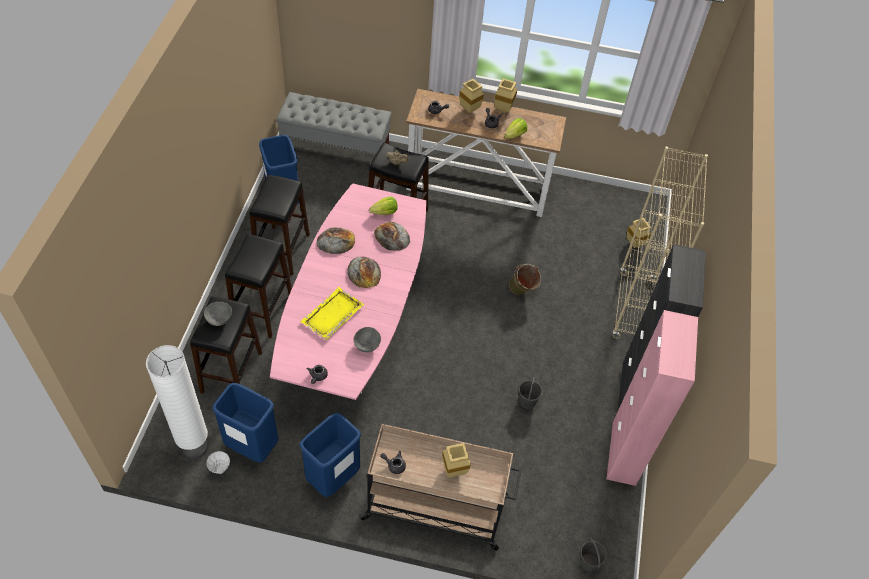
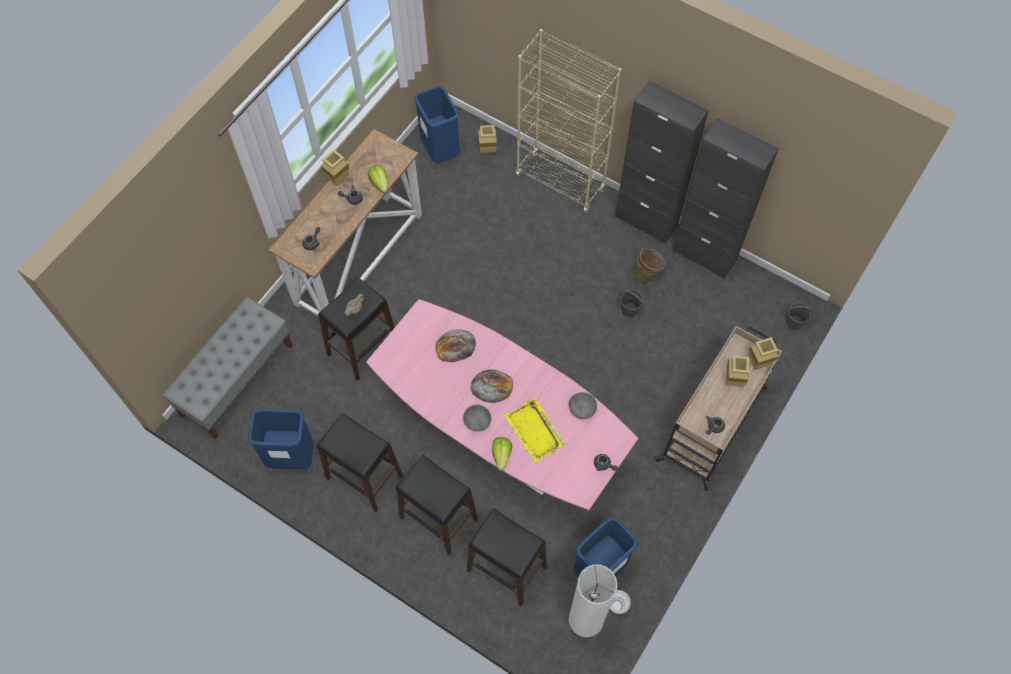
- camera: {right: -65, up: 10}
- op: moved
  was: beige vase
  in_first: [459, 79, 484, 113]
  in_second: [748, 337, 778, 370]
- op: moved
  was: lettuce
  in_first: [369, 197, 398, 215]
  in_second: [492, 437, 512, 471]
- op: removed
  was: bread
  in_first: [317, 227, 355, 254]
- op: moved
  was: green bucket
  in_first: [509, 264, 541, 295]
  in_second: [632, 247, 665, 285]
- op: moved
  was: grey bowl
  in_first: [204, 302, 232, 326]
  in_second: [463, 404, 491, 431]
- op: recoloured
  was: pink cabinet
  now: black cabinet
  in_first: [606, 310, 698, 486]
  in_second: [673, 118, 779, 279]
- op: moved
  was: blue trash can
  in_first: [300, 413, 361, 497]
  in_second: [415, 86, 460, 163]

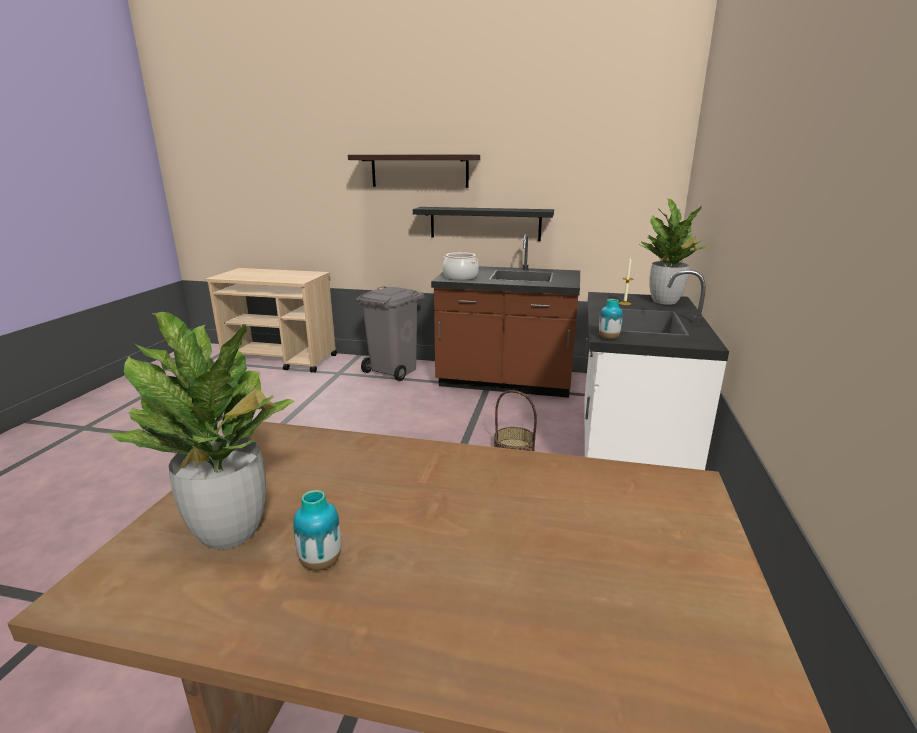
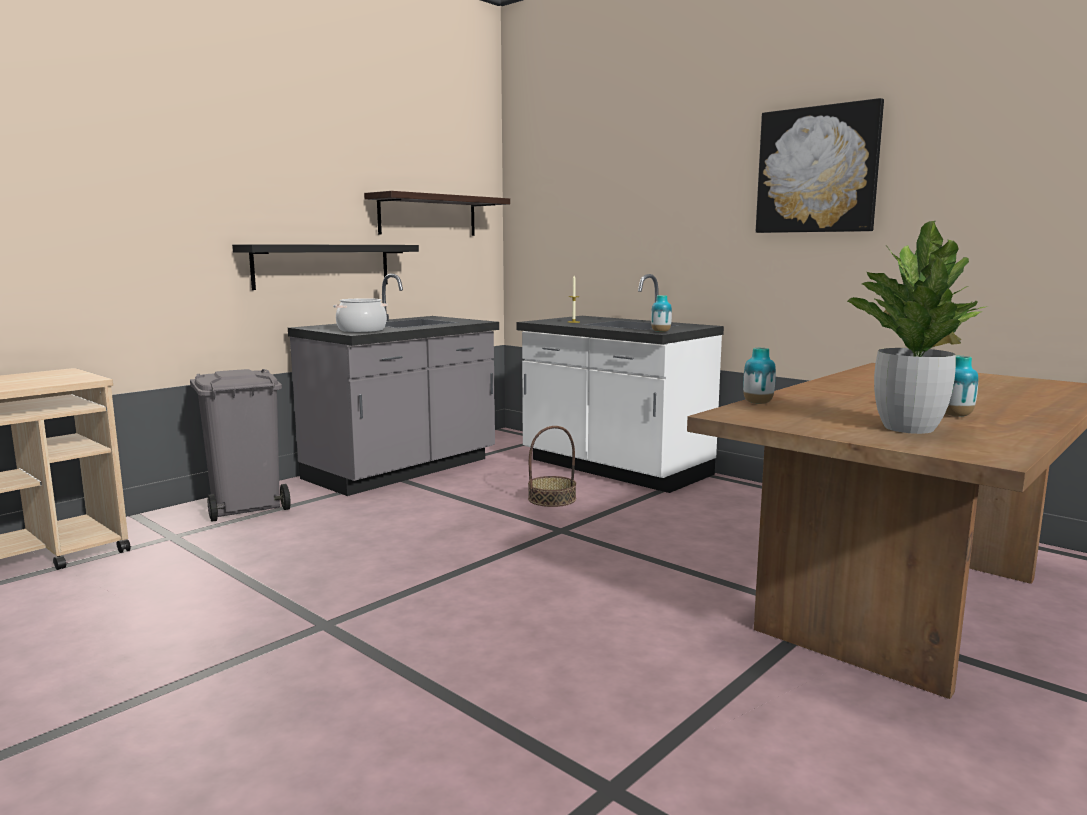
- camera: {right: -60, up: -10}
- op: moved
  was: shelf
  in_first: [348, 155, 480, 188]
  in_second: [364, 191, 510, 236]
- op: removed
  was: potted plant
  in_first: [638, 199, 709, 305]
- op: recoloured
  was: brown counter
  now: grey counter
  in_first: [431, 234, 580, 398]
  in_second: [288, 274, 499, 496]
- op: added
  now: picture
  in_second: [756, 98, 884, 233]
- op: added
  now: vase
  in_second: [743, 348, 776, 404]

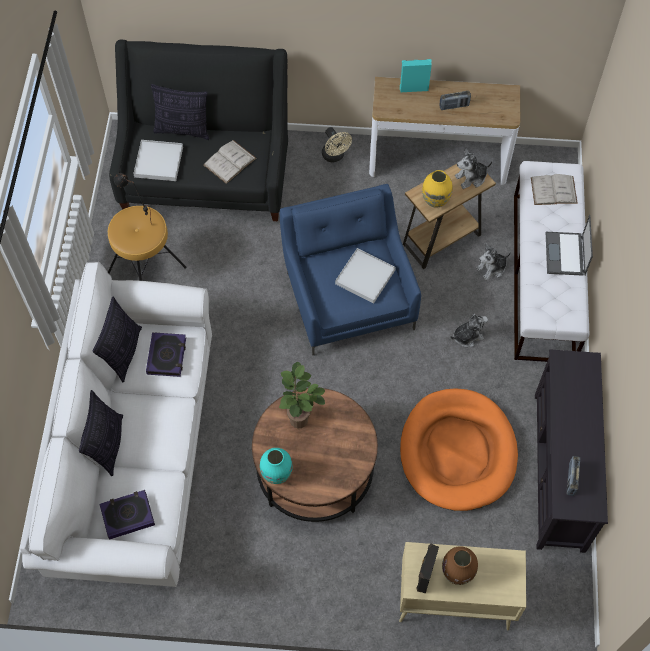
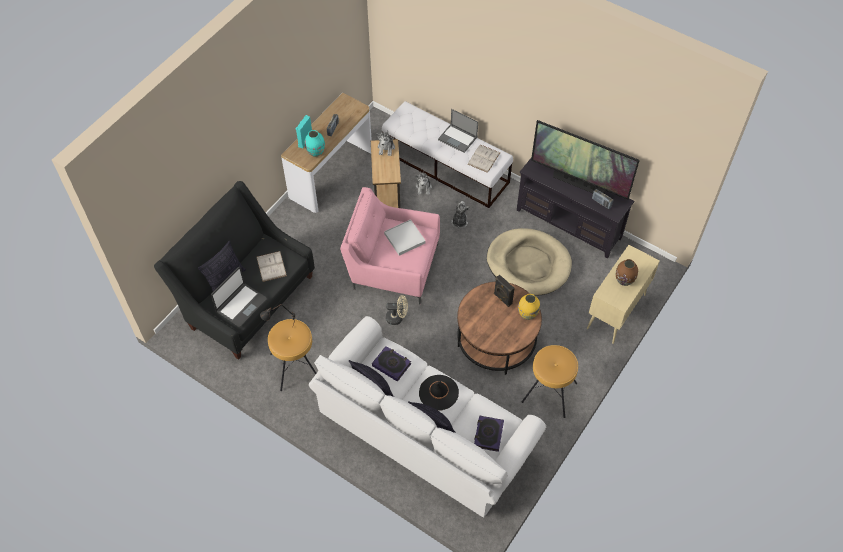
- camera: {right: -60, up: -5}
- op: moved
  was: beige fan
  in_first: [322, 127, 352, 162]
  in_second: [386, 295, 408, 325]
- op: replaced
  was: white tray
  now: laptop
  in_first: [133, 140, 183, 181]
  in_second: [211, 267, 267, 327]
- op: moved
  was: yellow vase
  in_first: [422, 170, 452, 208]
  in_second: [518, 294, 540, 320]
- op: moved
  was: white book
  in_first: [531, 174, 578, 205]
  in_second: [467, 145, 500, 173]
- op: recoloured
  was: blue armchair
  now: pink armchair
  in_first: [280, 184, 421, 355]
  in_second: [340, 187, 440, 304]
- op: removed
  was: potted plant
  in_first: [279, 362, 325, 428]
- op: recoloured
  was: orange dog bed
  now: beige dog bed
  in_first: [400, 388, 518, 511]
  in_second: [487, 228, 572, 296]
- op: moved
  was: turquoise vase
  in_first: [260, 448, 293, 484]
  in_second: [305, 130, 325, 157]
- op: moved
  was: black speaker
  in_first: [416, 544, 439, 594]
  in_second: [494, 275, 515, 307]
- op: added
  now: television
  in_second: [531, 120, 640, 199]
- op: added
  now: brown stool
  in_second: [522, 345, 578, 418]
- op: added
  now: black hat
  in_second: [419, 375, 459, 410]

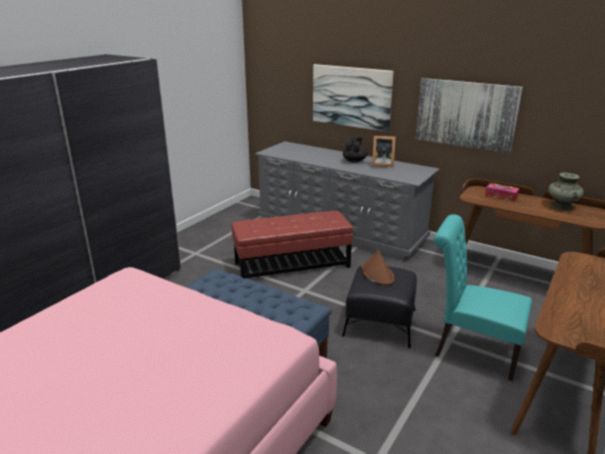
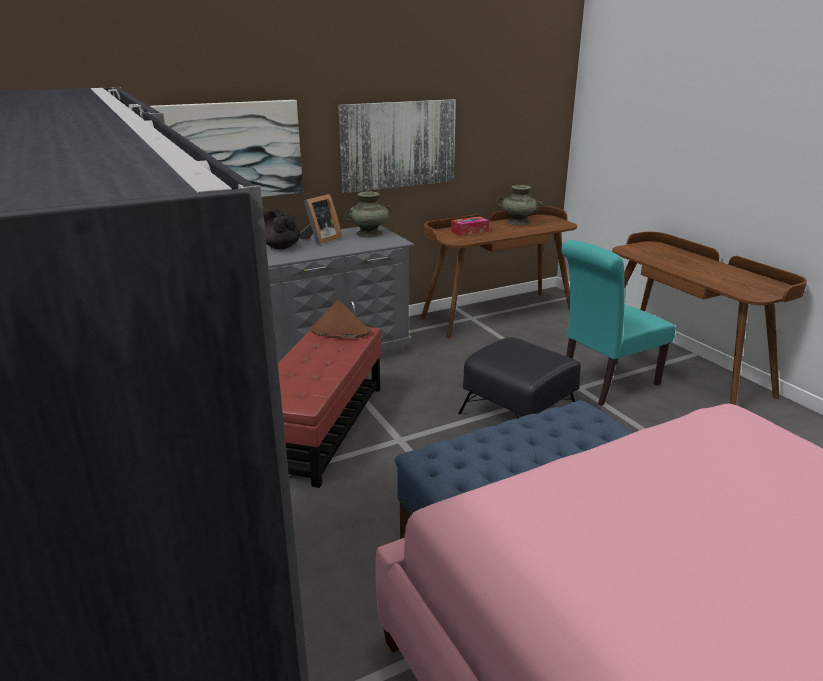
- camera: {right: -60, up: 0}
- op: moved
  was: brown hat
  in_first: [361, 250, 394, 286]
  in_second: [311, 299, 371, 339]
- op: added
  now: turquoise vase
  in_second: [345, 191, 391, 237]

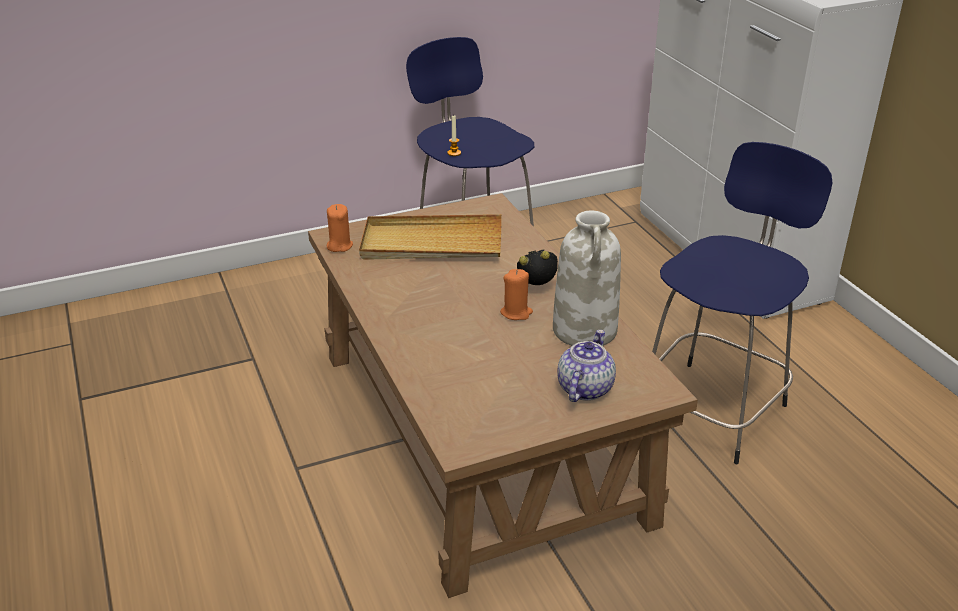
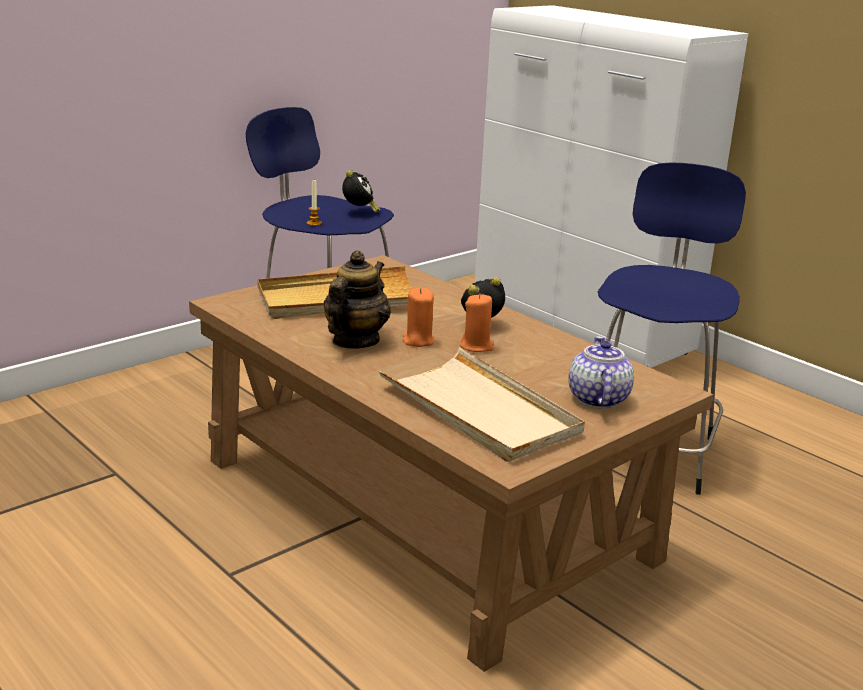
- camera: {right: -20, up: -10}
- op: moved
  was: orange candle
  in_first: [327, 204, 353, 252]
  in_second: [403, 287, 434, 347]
- op: removed
  was: white vase
  in_first: [553, 211, 621, 346]
- op: added
  now: alarm clock
  in_second: [342, 170, 380, 213]
- op: added
  now: teapot
  in_second: [323, 250, 391, 348]
- op: added
  now: beige tray
  in_second: [379, 347, 585, 462]

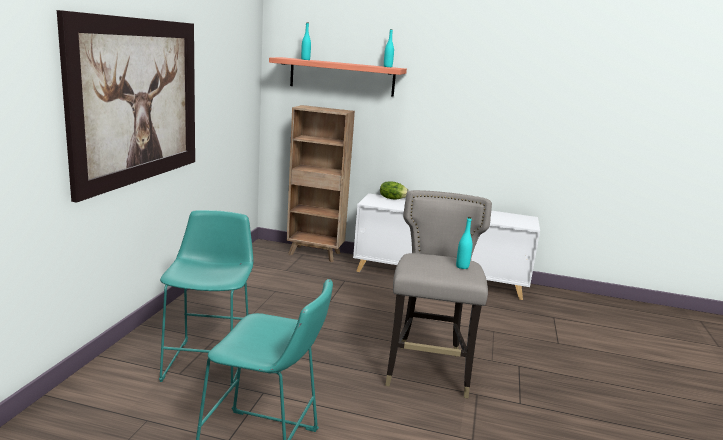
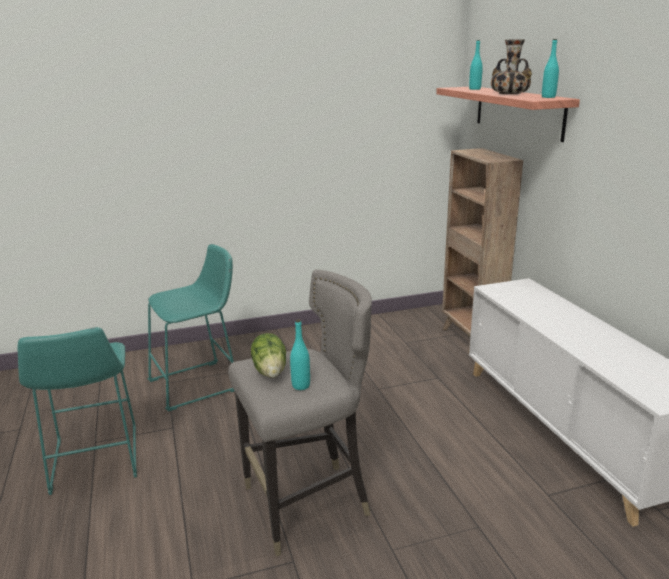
- camera: {right: 60, up: 5}
- op: removed
  was: picture
  in_first: [57, 10, 195, 202]
- op: moved
  was: lettuce
  in_first: [380, 182, 409, 199]
  in_second: [251, 333, 286, 378]
- op: added
  now: vase
  in_second: [491, 39, 532, 94]

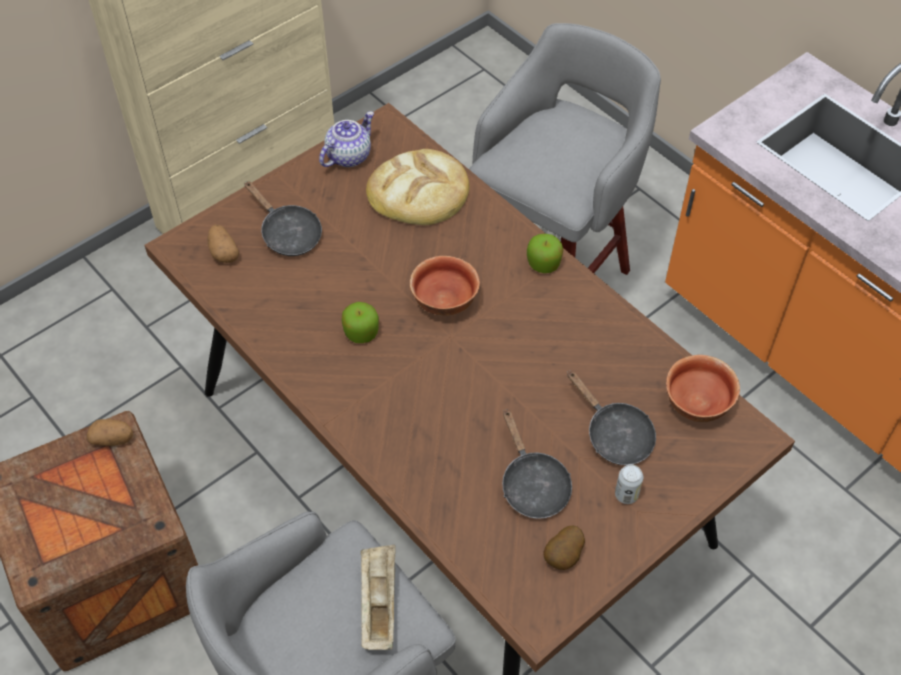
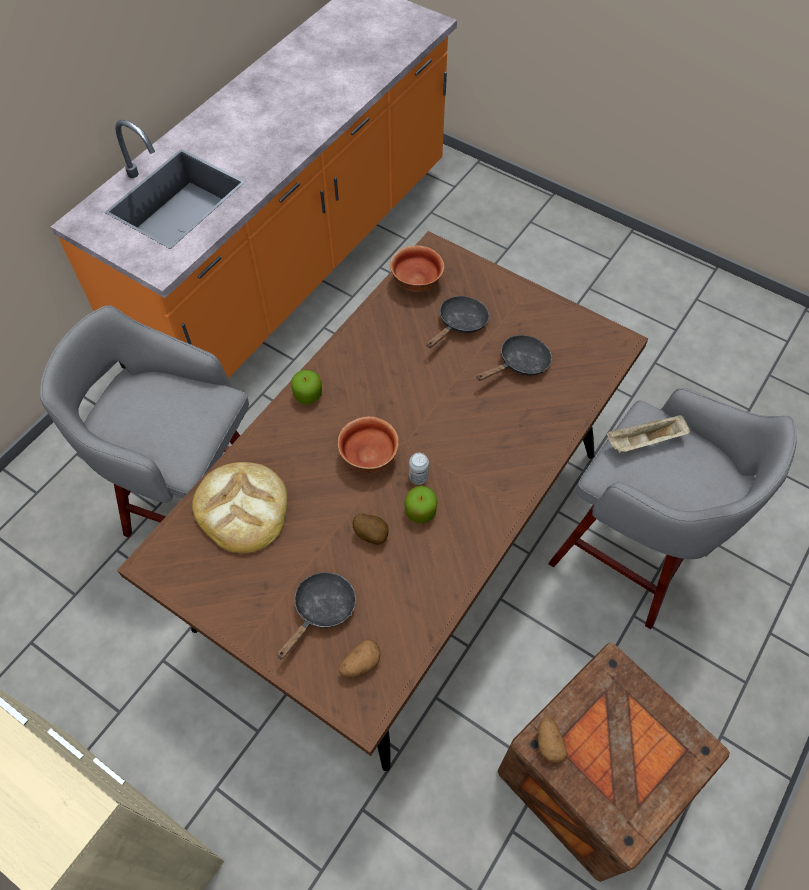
- camera: {right: -105, up: 5}
- op: removed
  was: teapot
  in_first: [319, 112, 374, 167]
- op: moved
  was: can
  in_first: [615, 464, 643, 504]
  in_second: [409, 453, 429, 484]
- op: moved
  was: potato
  in_first: [544, 526, 585, 570]
  in_second: [353, 513, 389, 545]

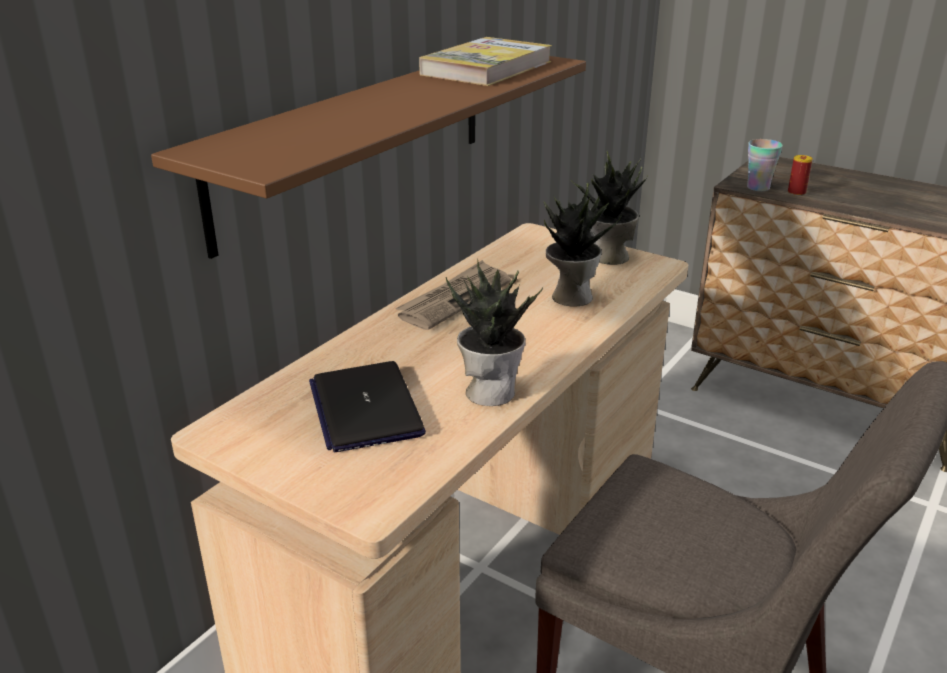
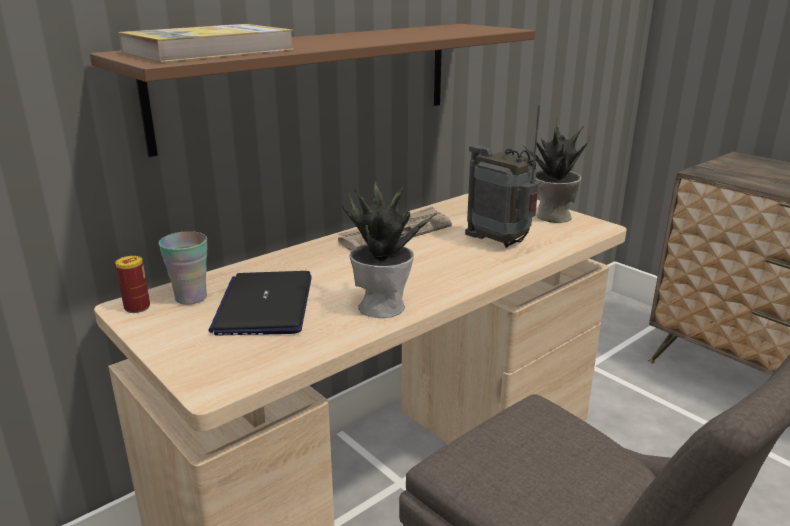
- camera: {right: 15, up: -5}
- op: moved
  was: book
  in_first: [419, 37, 552, 86]
  in_second: [118, 24, 294, 63]
- op: moved
  was: cup
  in_first: [747, 139, 783, 191]
  in_second: [159, 231, 207, 305]
- op: moved
  was: can
  in_first: [788, 155, 813, 196]
  in_second: [115, 256, 150, 313]
- op: replaced
  was: potted plant
  now: radio
  in_first: [544, 182, 622, 307]
  in_second: [465, 105, 540, 248]

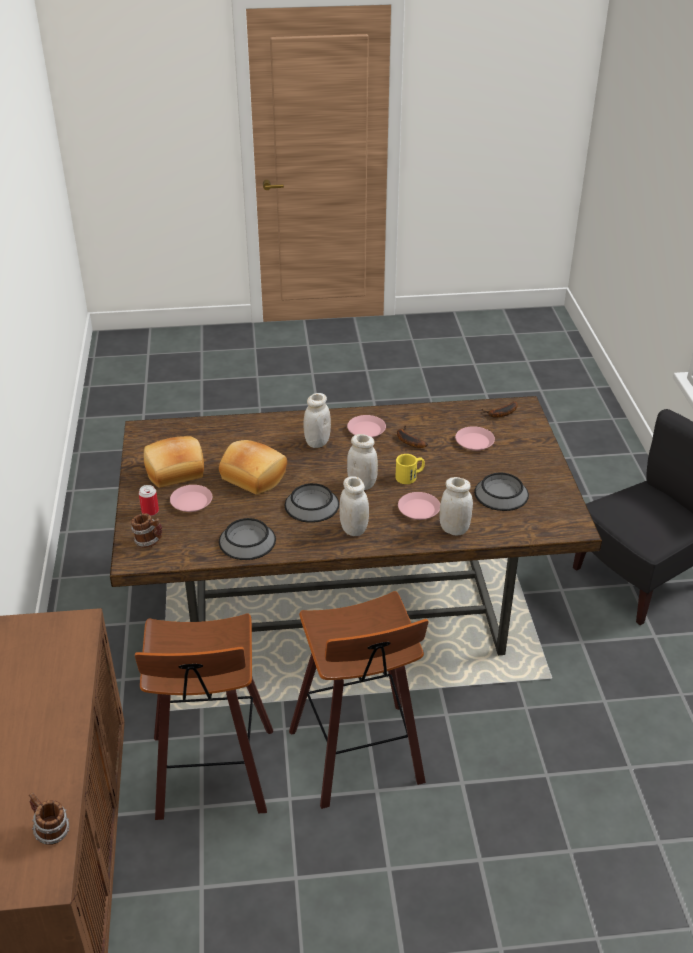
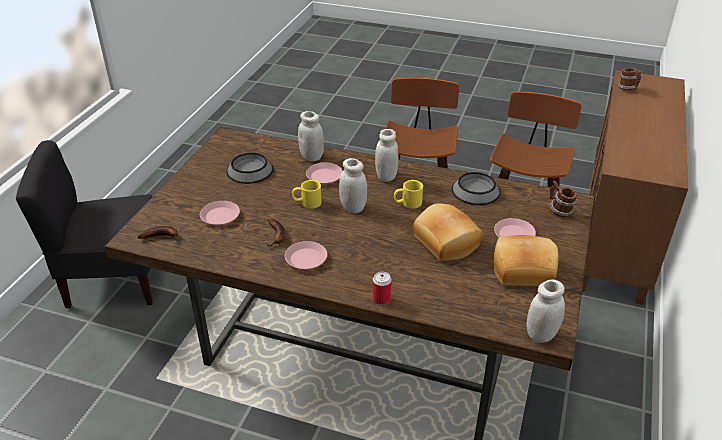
- camera: {right: -155, up: 0}
- op: moved
  was: white jar
  in_first: [303, 393, 331, 448]
  in_second: [527, 279, 565, 343]
- op: replaced
  was: bowl
  now: yellow mug
  in_first: [284, 483, 339, 523]
  in_second: [394, 180, 423, 209]
- op: moved
  was: can
  in_first: [139, 485, 159, 516]
  in_second: [373, 272, 392, 305]

